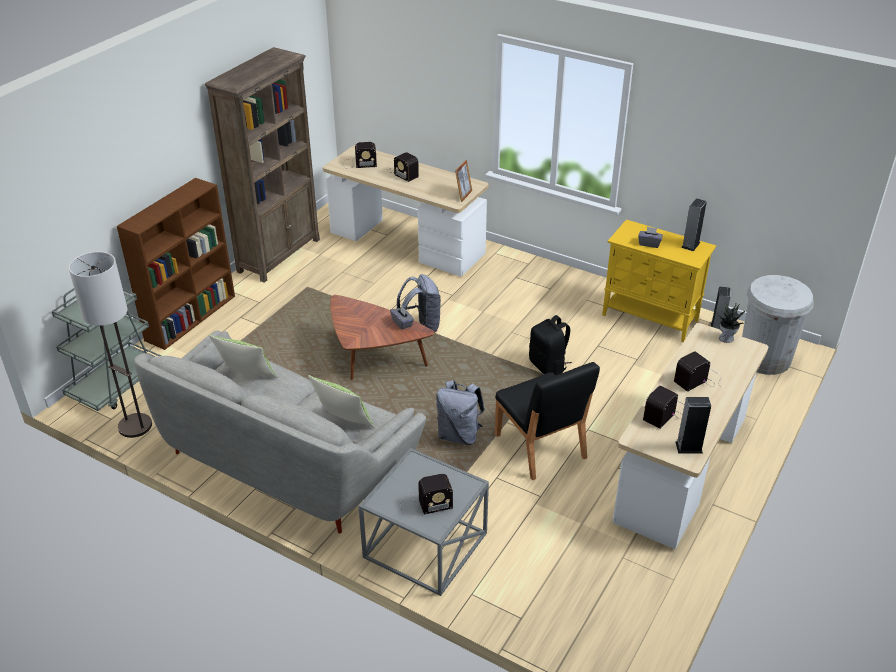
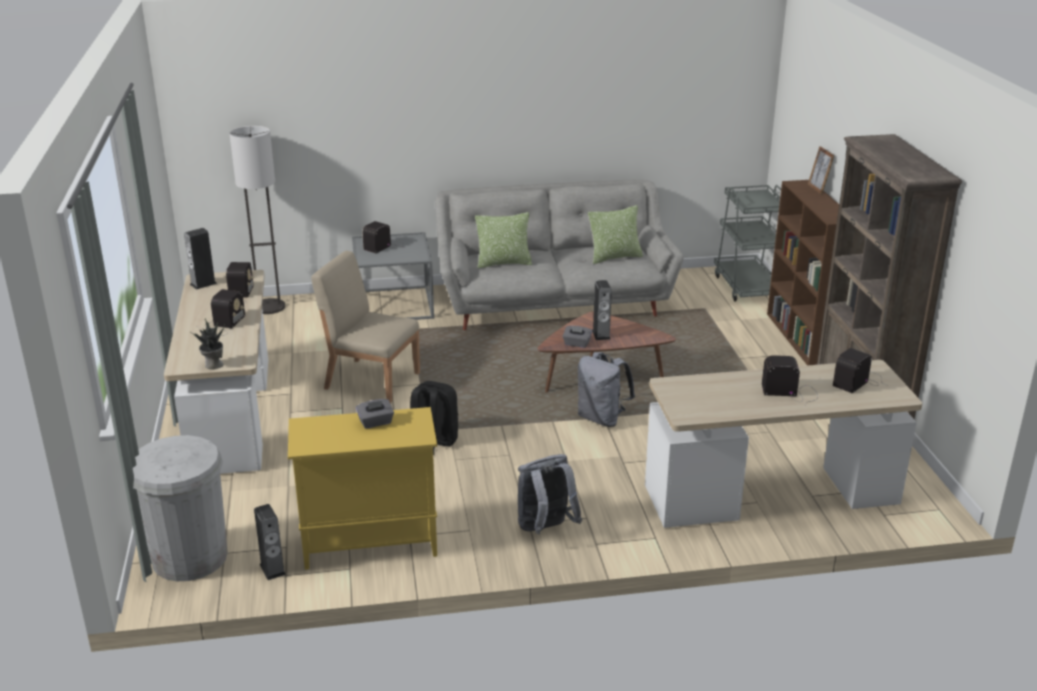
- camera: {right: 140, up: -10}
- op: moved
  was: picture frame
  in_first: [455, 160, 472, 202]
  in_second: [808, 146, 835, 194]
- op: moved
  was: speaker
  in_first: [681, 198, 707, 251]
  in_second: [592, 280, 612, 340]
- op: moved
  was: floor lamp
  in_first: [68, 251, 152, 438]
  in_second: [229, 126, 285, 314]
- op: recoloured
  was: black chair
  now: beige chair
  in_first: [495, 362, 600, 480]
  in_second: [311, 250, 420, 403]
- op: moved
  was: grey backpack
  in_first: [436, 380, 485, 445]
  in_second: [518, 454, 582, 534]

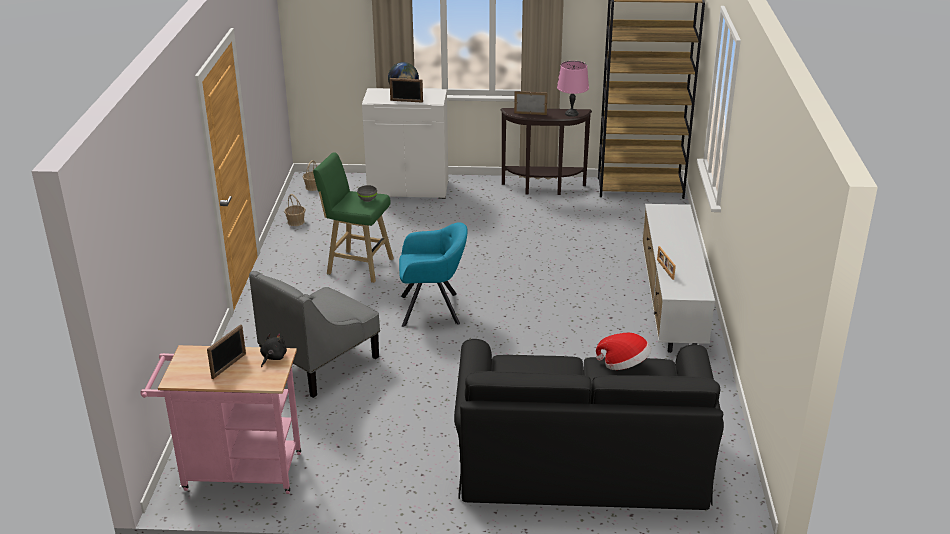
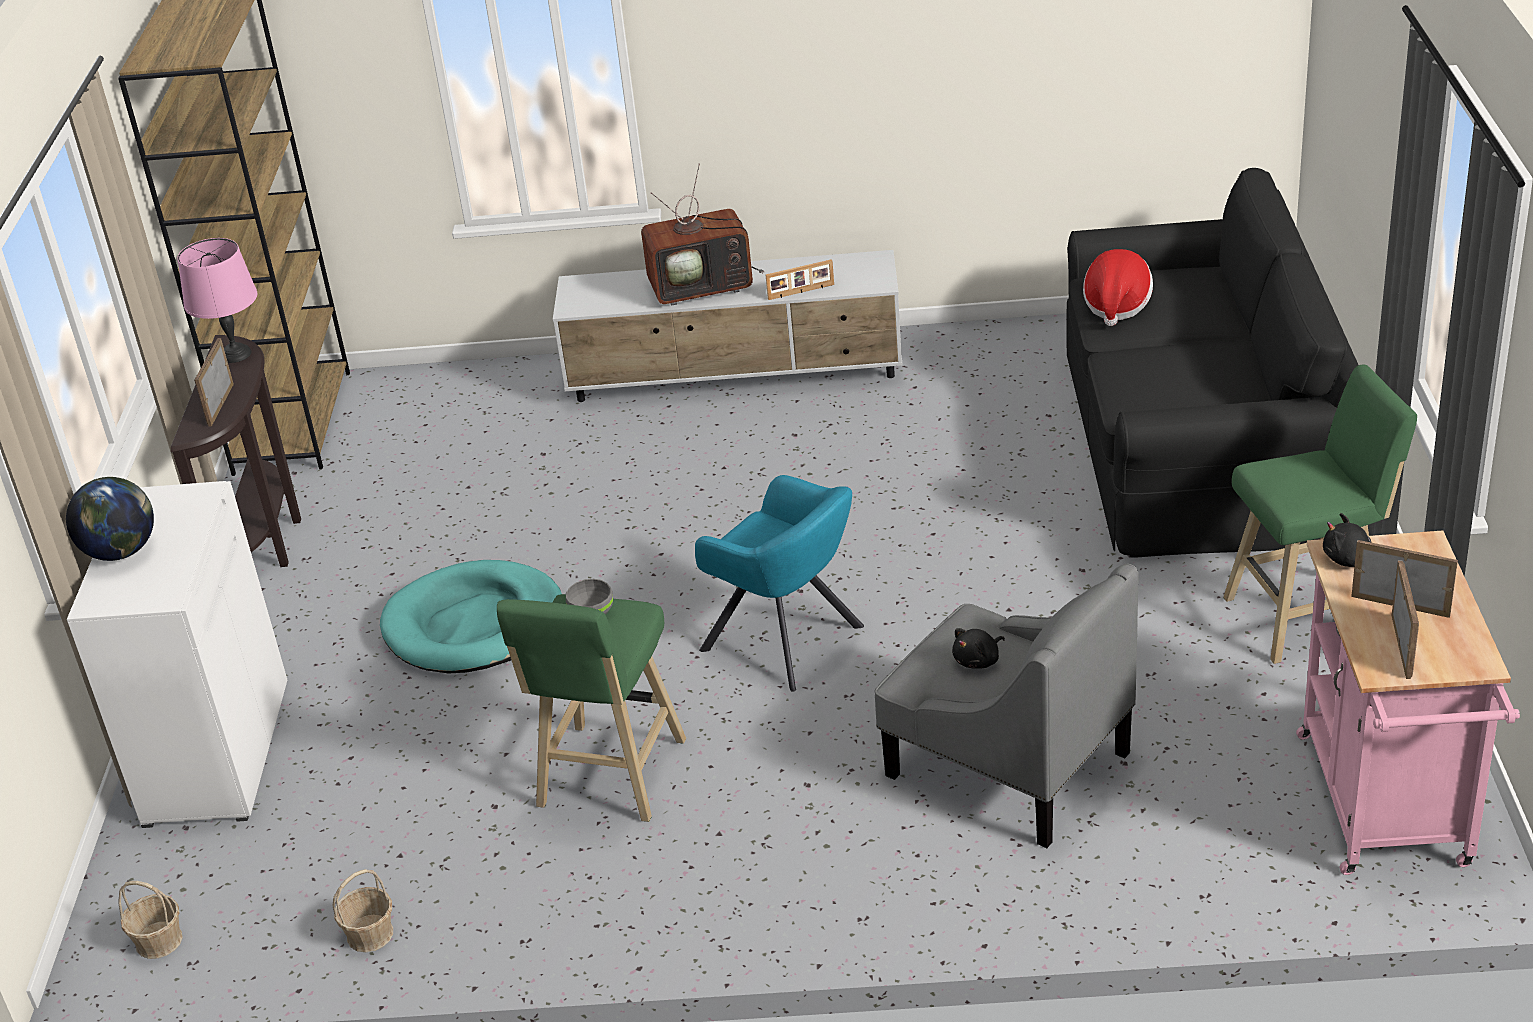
- camera: {right: -90, up: 5}
- op: moved
  was: picture frame
  in_first: [389, 78, 423, 103]
  in_second: [1392, 560, 1419, 679]
- op: turned
  was: turquoise armchair
  in_first: [399, 222, 468, 327]
  in_second: [695, 475, 864, 692]
  clockwise: 135
- op: added
  now: television
  in_second: [641, 163, 765, 306]
- op: added
  now: green stool
  in_second: [1223, 365, 1417, 664]
- op: added
  now: turquoise dog bed
  in_second: [380, 560, 562, 674]
- op: added
  now: black plush toy
  in_second: [952, 628, 1005, 669]

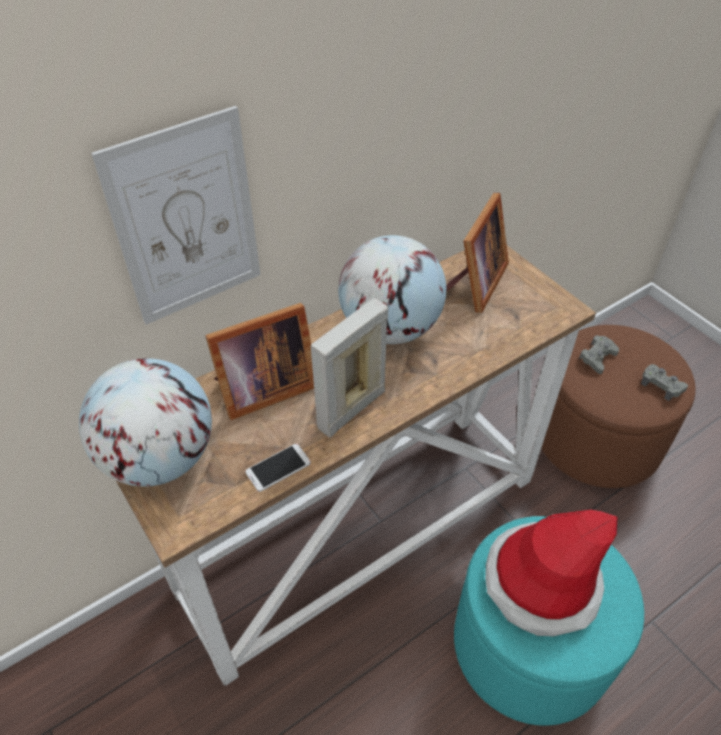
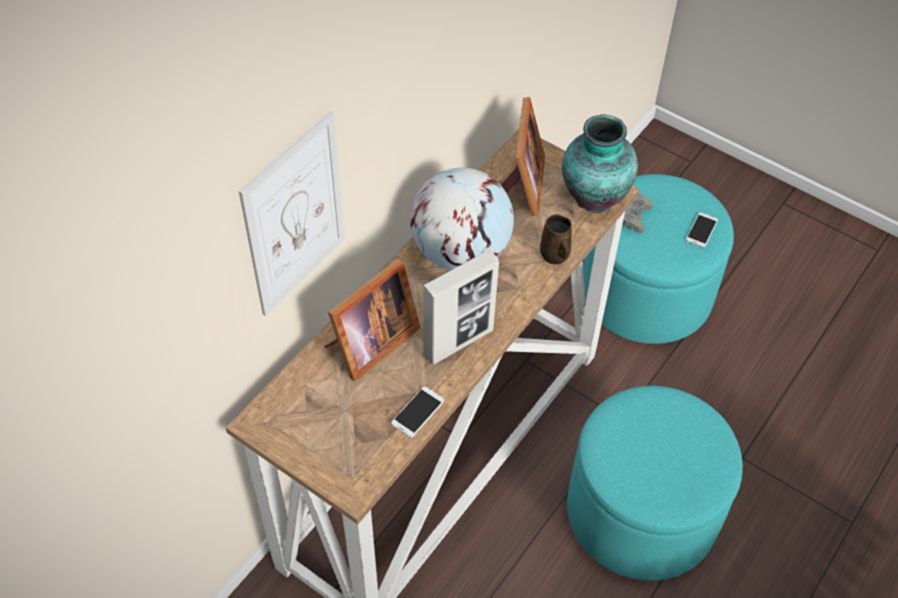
- camera: {right: -20, up: 5}
- op: turned
  was: picture frame
  in_first: [311, 298, 388, 438]
  in_second: [423, 250, 499, 365]
  clockwise: -150
- op: recoloured
  was: brown ottoman
  now: turquoise ottoman
  in_first: [541, 325, 696, 488]
  in_second: [583, 174, 734, 344]
- op: removed
  was: globe
  in_first: [79, 358, 212, 487]
- op: replaced
  was: grey game controller
  now: phone
  in_first: [641, 364, 688, 401]
  in_second: [686, 212, 718, 247]
- op: removed
  was: hat
  in_first: [485, 510, 618, 637]
- op: added
  now: vase
  in_second: [562, 114, 638, 213]
- op: added
  now: brown mug
  in_second: [540, 214, 572, 264]

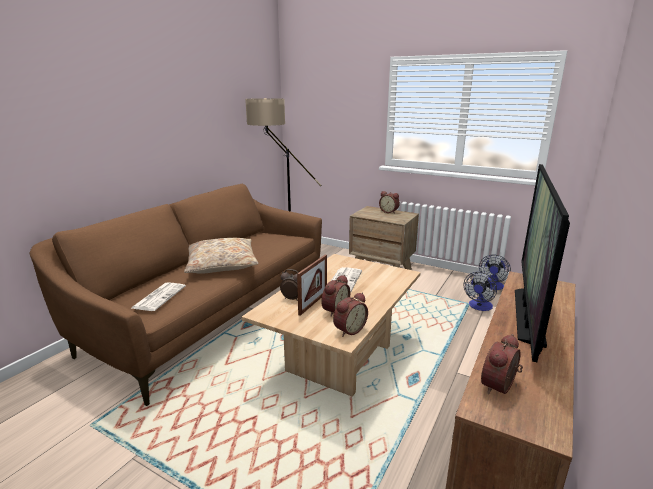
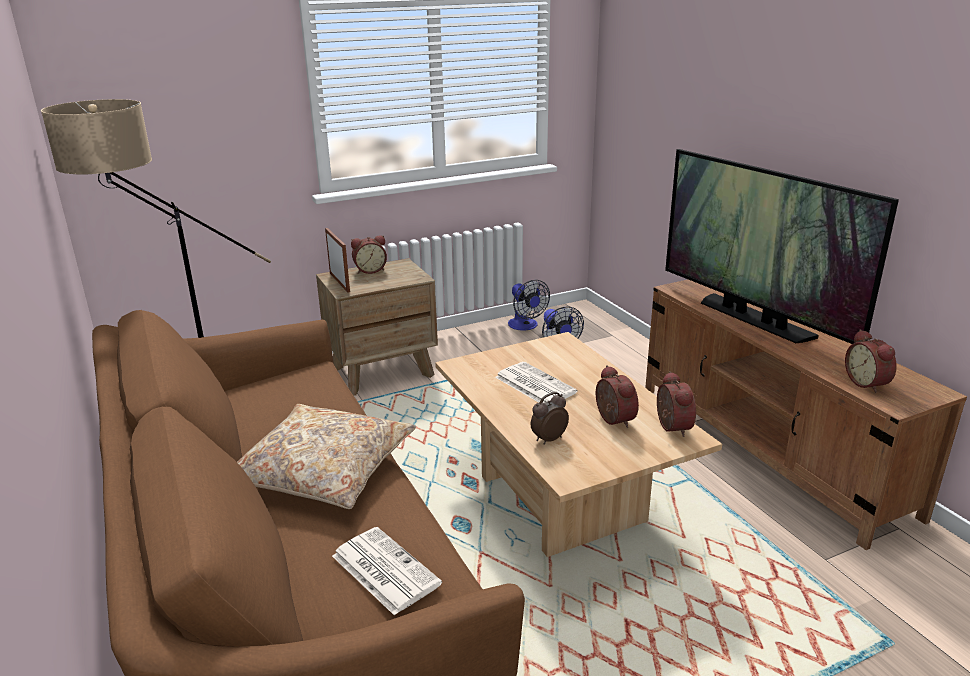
- camera: {right: -55, up: 5}
- op: moved
  was: picture frame
  in_first: [297, 255, 327, 316]
  in_second: [325, 228, 350, 293]

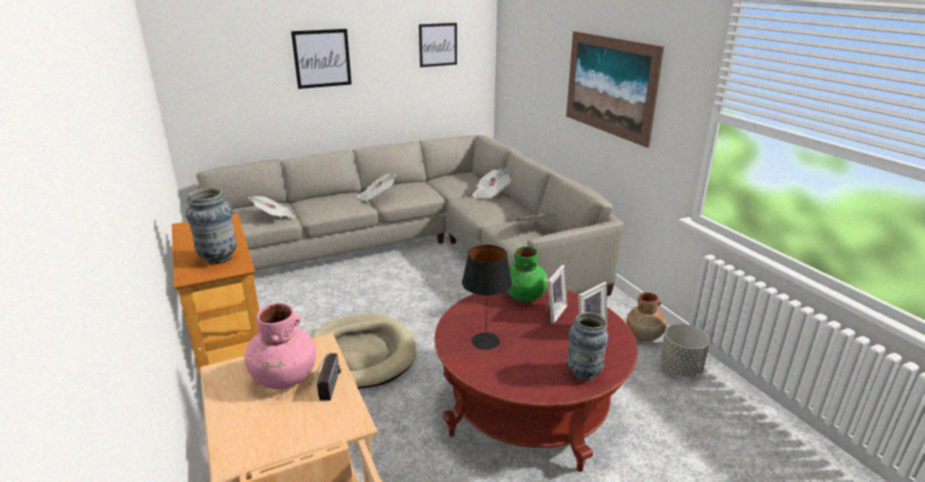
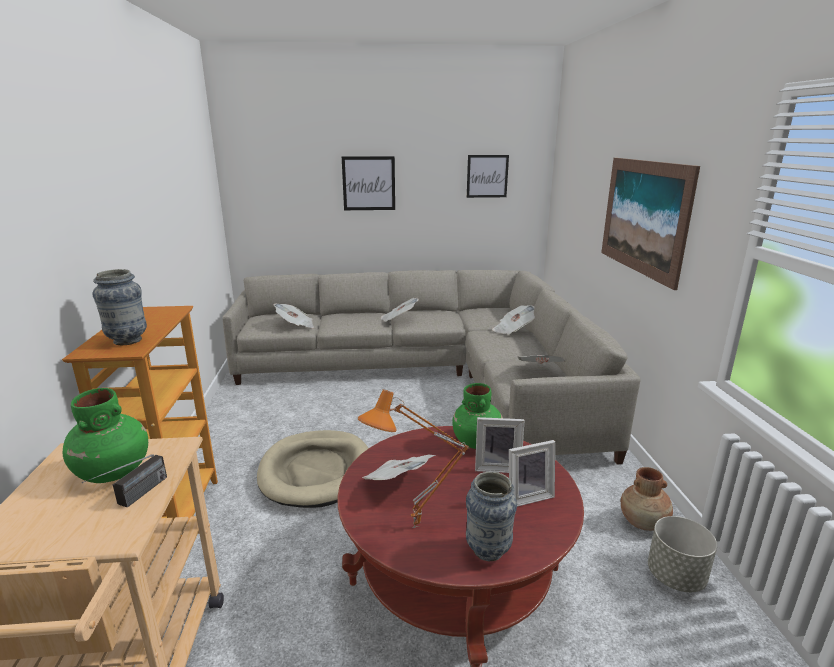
- camera: {right: 20, up: -5}
- op: replaced
  was: black table lamp
  now: newspaper
  in_first: [462, 245, 512, 350]
  in_second: [362, 455, 435, 480]
- op: turned
  was: picture frame
  in_first: [546, 265, 568, 324]
  in_second: [475, 417, 525, 473]
  clockwise: 45
- op: recoloured
  was: pink vase
  now: green vase
  in_first: [245, 303, 316, 389]
  in_second: [62, 388, 148, 483]
- op: added
  now: orange table lamp
  in_second: [357, 389, 469, 528]

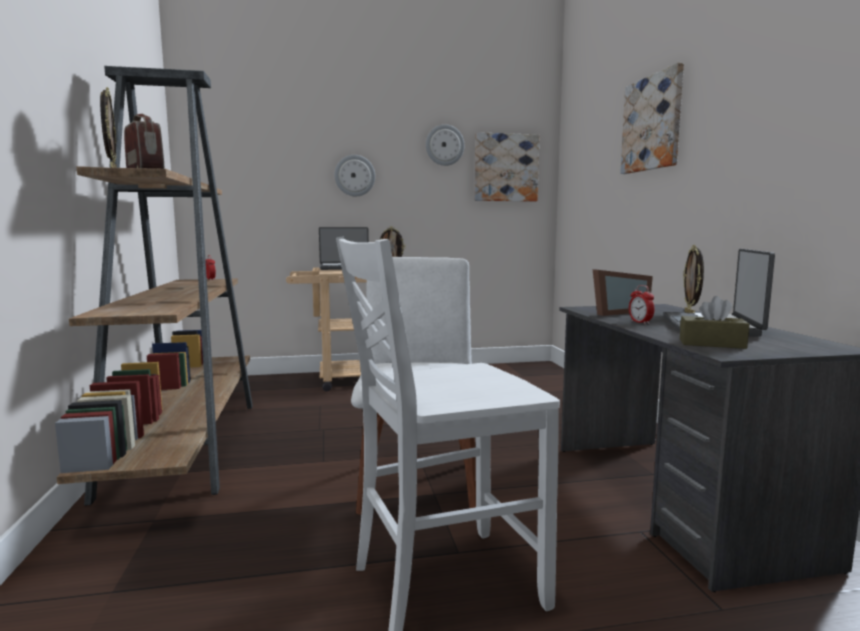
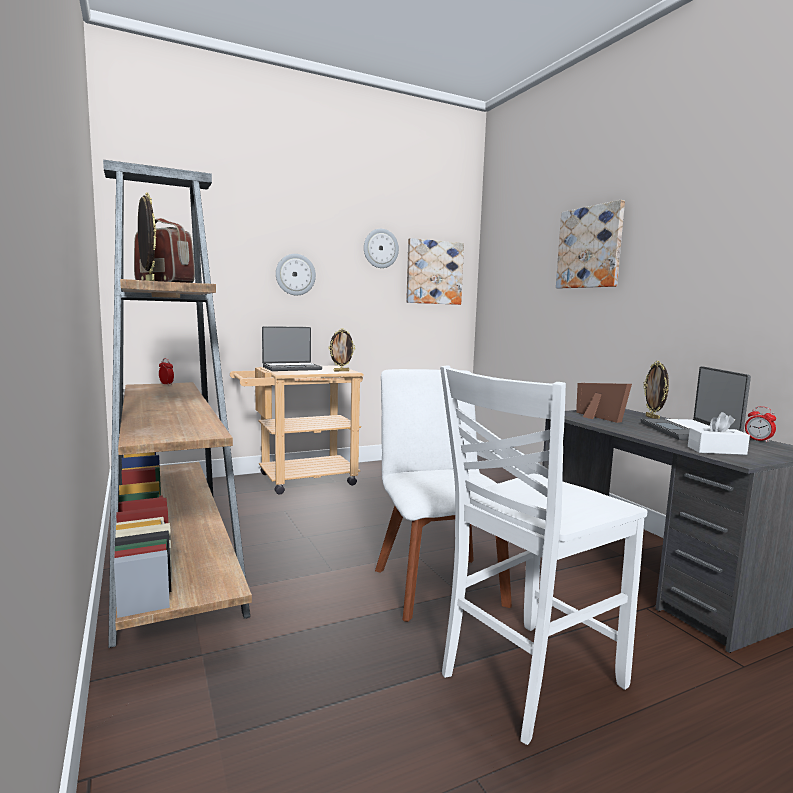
- camera: {right: -15, up: 0}
- op: turned
  was: picture frame
  in_first: [593, 269, 653, 316]
  in_second: [576, 383, 632, 423]
  clockwise: -75
- op: moved
  was: alarm clock
  in_first: [629, 285, 655, 324]
  in_second: [745, 406, 776, 442]
- op: recoloured
  was: brown tissue box
  now: white tissue box
  in_first: [680, 296, 750, 349]
  in_second: [688, 412, 750, 455]

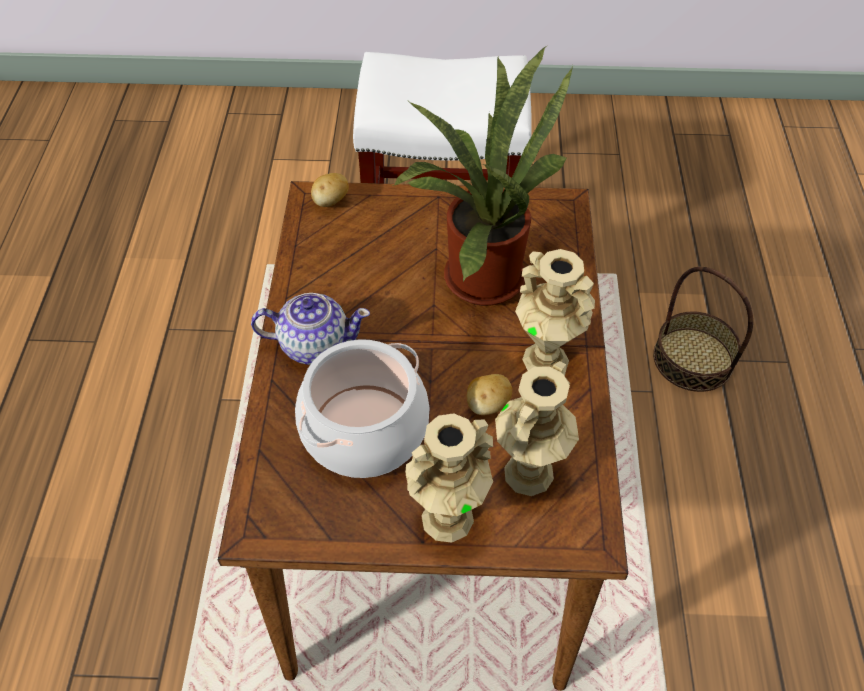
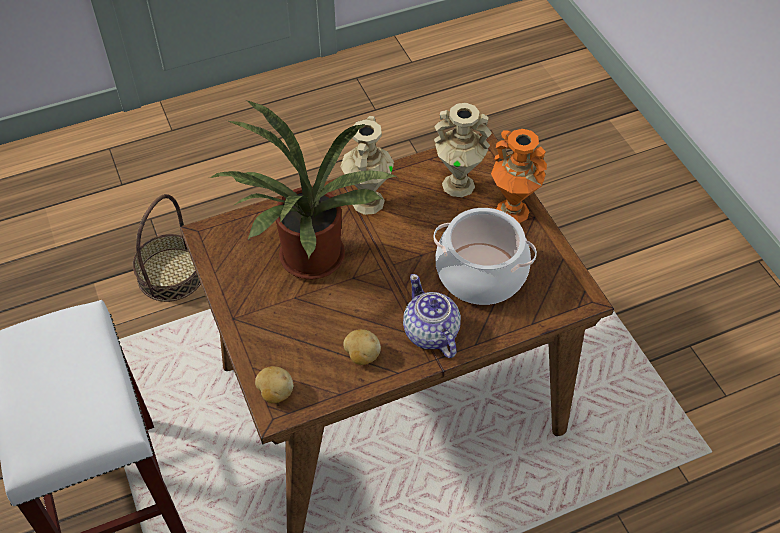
- camera: {right: -115, up: 0}
- op: moved
  was: potato
  in_first: [467, 374, 512, 415]
  in_second: [343, 329, 381, 365]
- op: recoloured
  was: beige vase
  now: orange vase
  in_first: [405, 413, 493, 543]
  in_second: [491, 129, 547, 223]

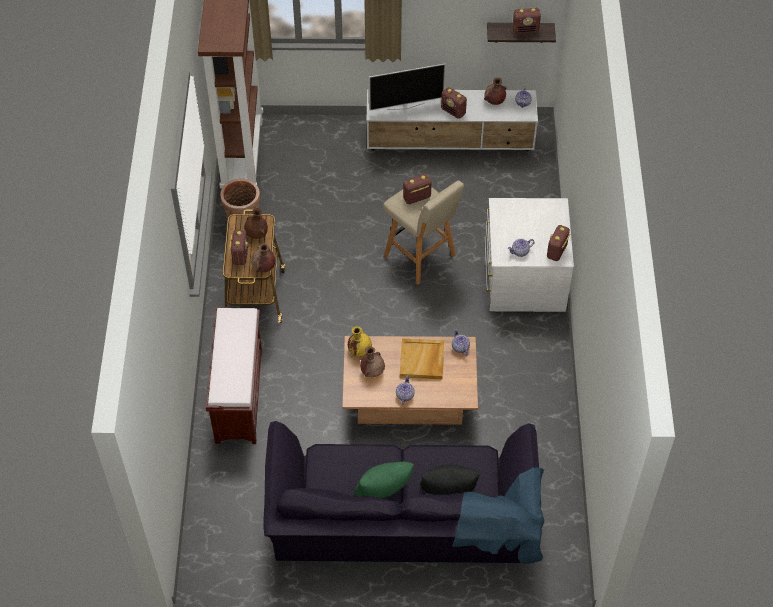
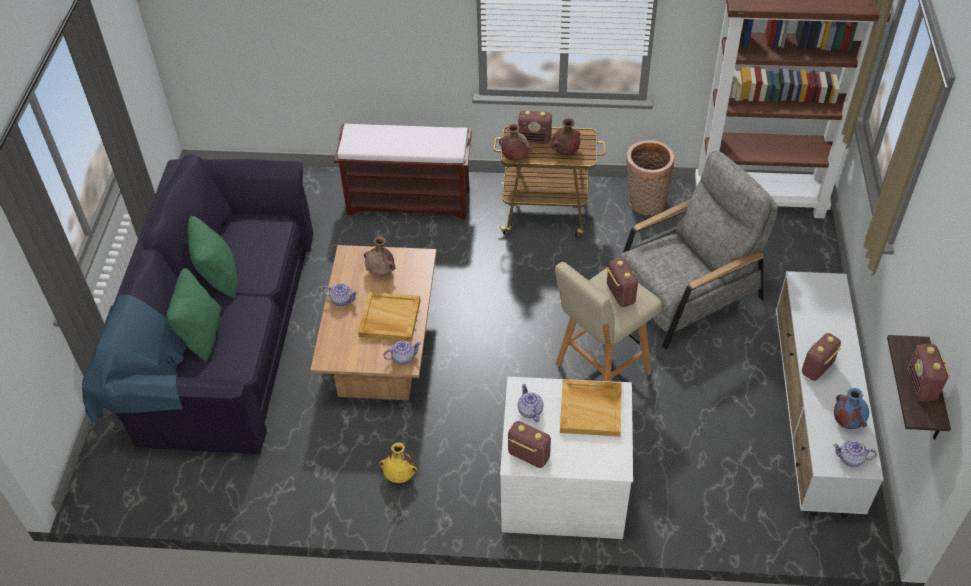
- camera: {right: 95, up: -5}
- op: removed
  was: television
  in_first: [369, 64, 445, 110]
- op: recoloured
  was: brown vase
  now: blue vase
  in_first: [484, 78, 506, 105]
  in_second: [834, 388, 869, 429]
- op: moved
  was: yellow vase
  in_first: [348, 326, 372, 357]
  in_second: [379, 443, 418, 483]
- op: recoloured
  was: black pillow
  now: green pillow
  in_first: [420, 465, 480, 495]
  in_second: [166, 268, 222, 362]
- op: added
  now: grey armchair
  in_second: [619, 151, 778, 350]
- op: added
  now: beige tray
  in_second: [560, 379, 622, 437]

